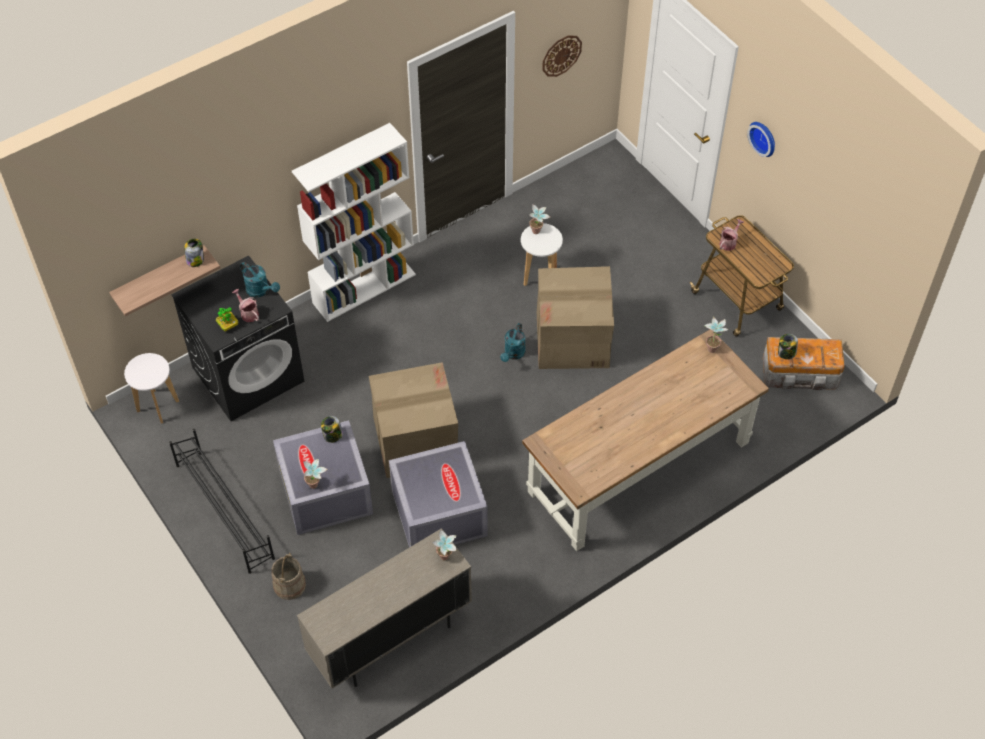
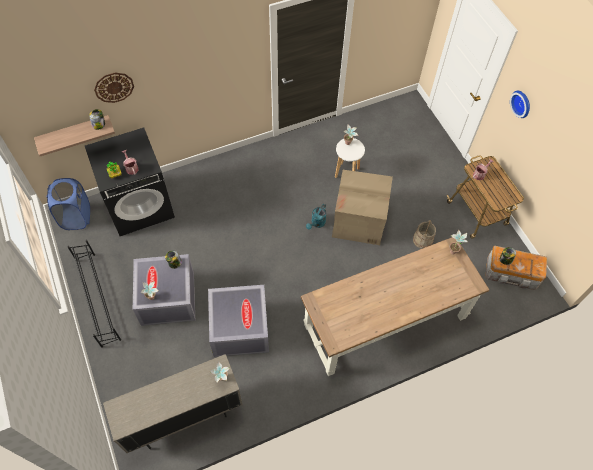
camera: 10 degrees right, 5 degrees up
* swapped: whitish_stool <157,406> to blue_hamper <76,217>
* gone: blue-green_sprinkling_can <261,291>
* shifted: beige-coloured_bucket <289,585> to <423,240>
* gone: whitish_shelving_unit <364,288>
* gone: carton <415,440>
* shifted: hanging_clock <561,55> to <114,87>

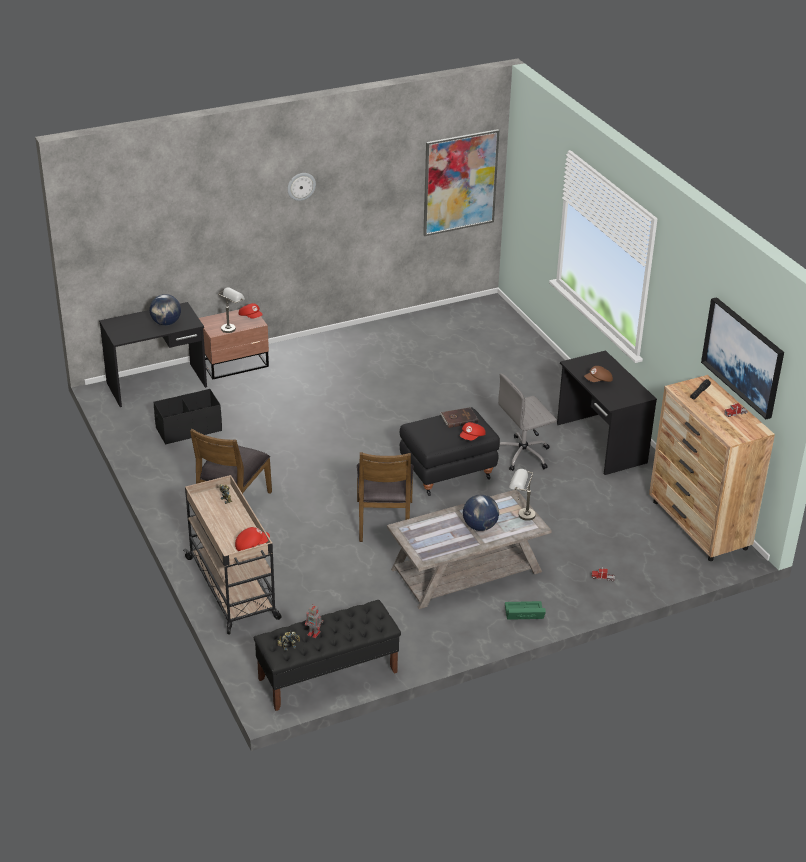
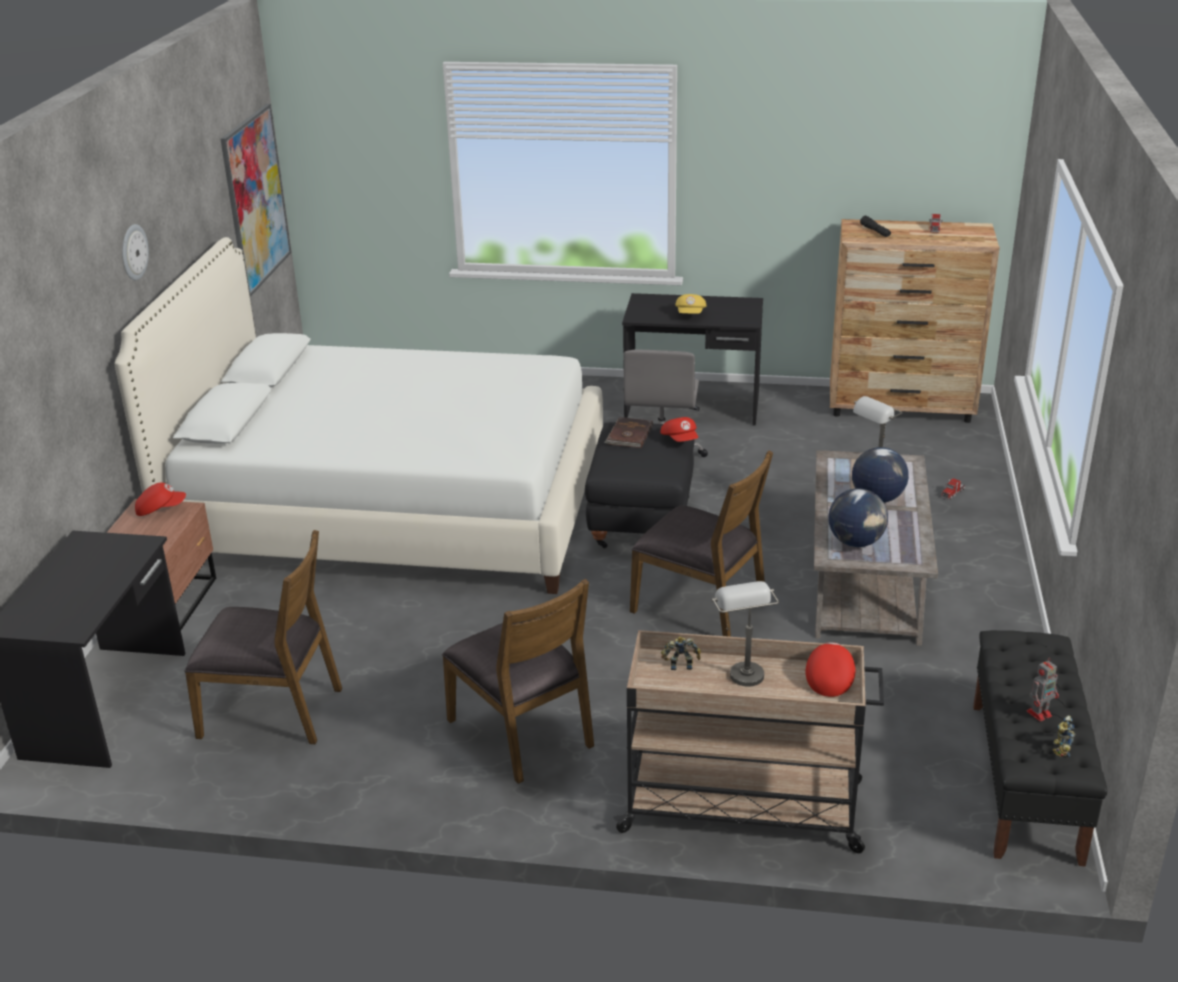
camera: 55 degrees left, 5 degrees down
* shifted: world_globe <166,323> to <856,542>
* swapped: blackish_storage_box <188,429> to brownish_chair <272,711>
* shifted: gray_table_lamp <232,327> to <741,668>
* gone: green_storage_box <523,614>
* repainted: brownish_cap <598,381> to yellow_cap <691,314>
* gone: picture <743,356>
* new: whitish_sleeping_bed <393,506>

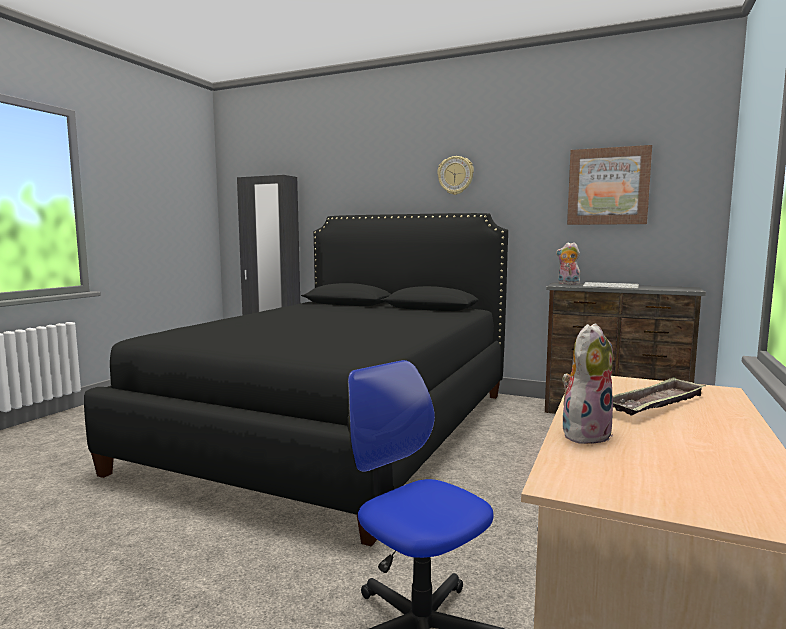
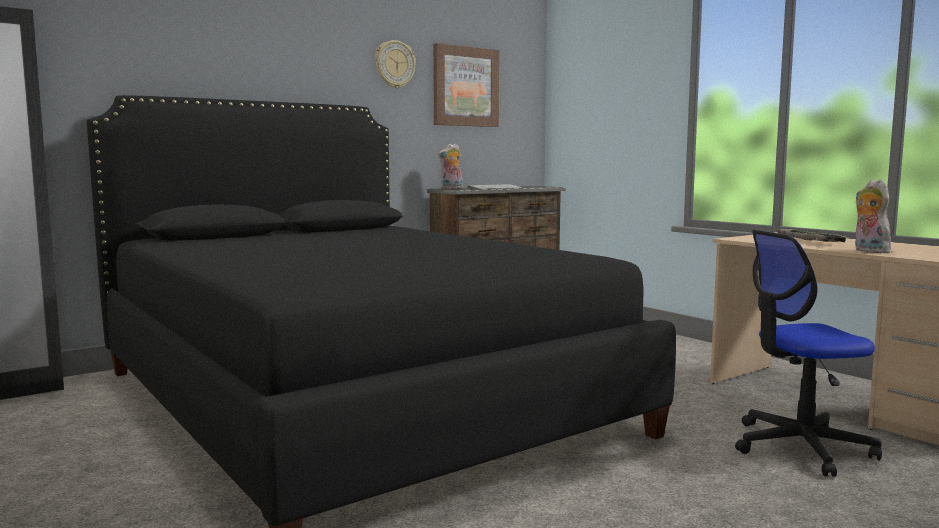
camera: 60 degrees left, 0 degrees up
* shifted: hanging_clock <455,175> to <394,64>

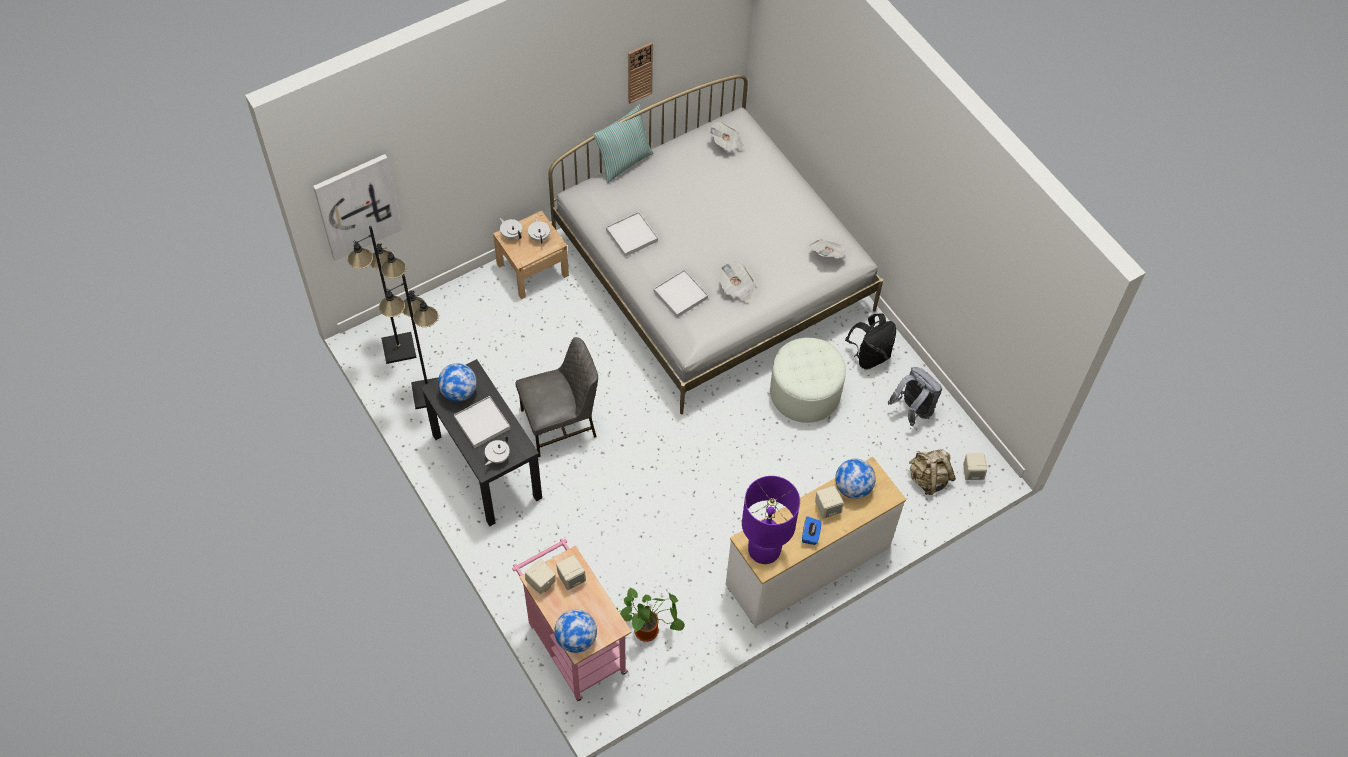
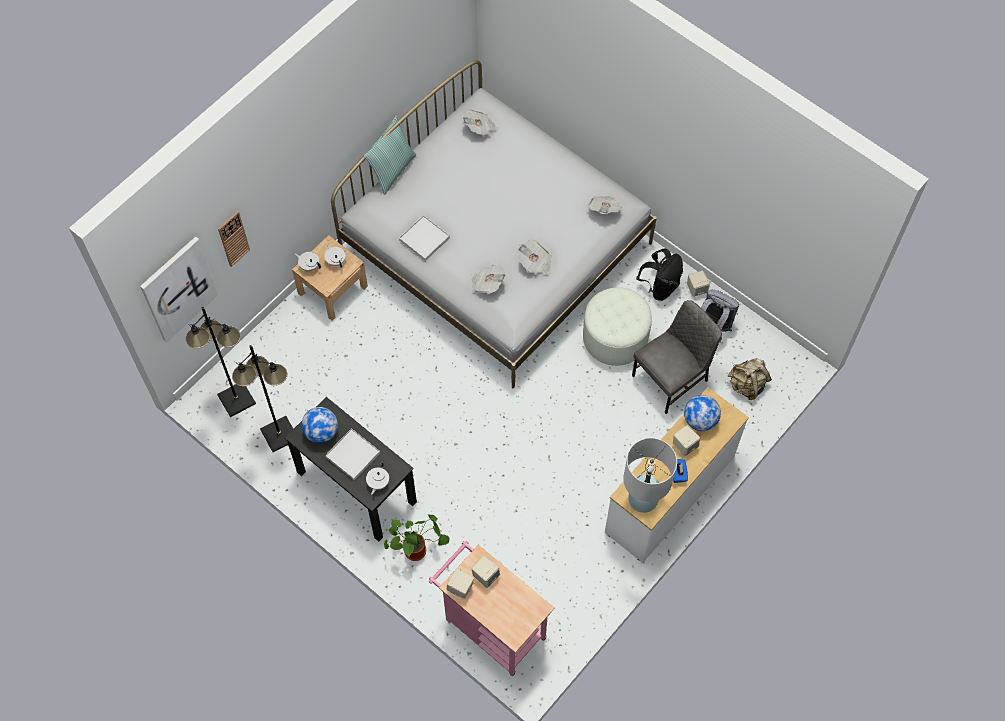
camera: 15 degrees left, 5 degrees up
* shifted: gray_chair <560,424> to <671,378>
* gone: world_globe <576,639>
* shifted: plant_in_a_pot <649,630> to <417,549>
* shifted: hanging_clock <639,72> to <233,238>
* swapped: whitish_tray <680,295> to newspaper <487,283>
* repainted: purplish_table_lamp <764,549> to whitish_table_lamp <643,499>
* shifted: beige-coloured_loudspeaker <972,473> to <696,289>

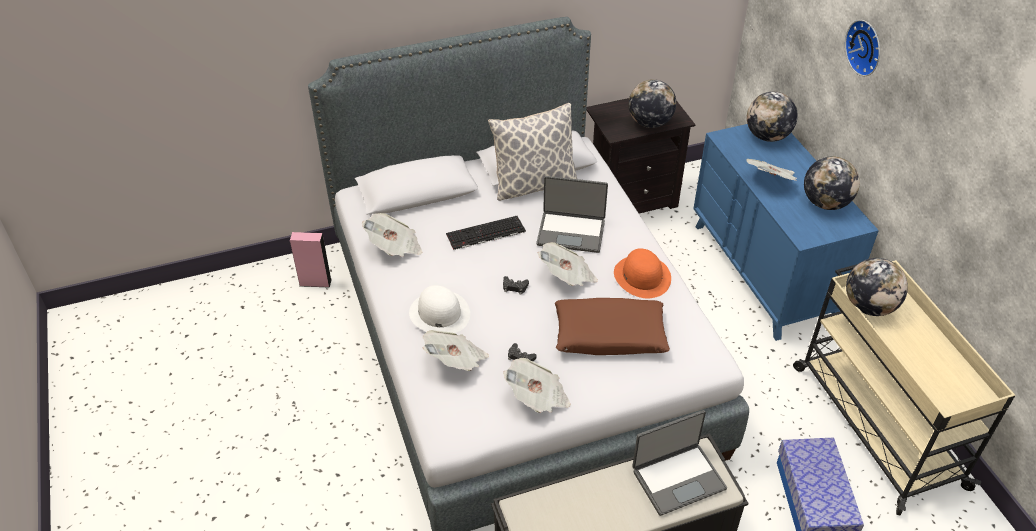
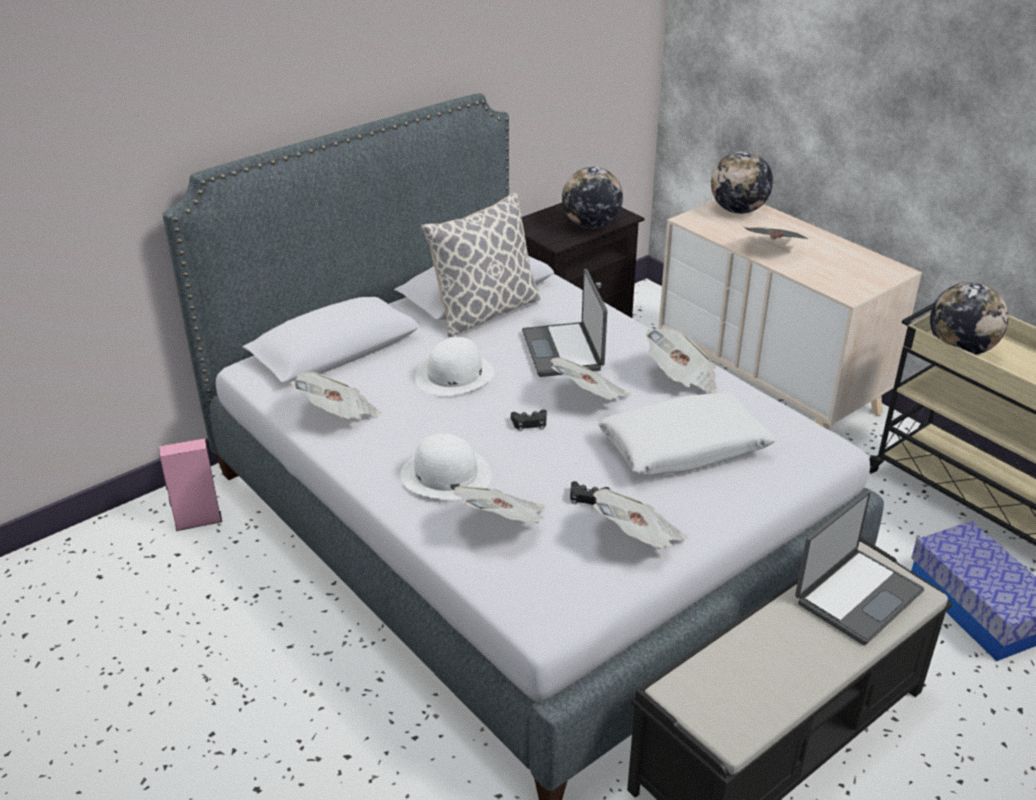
camera: 20 degrees left, 10 degrees down
* swapped: PC_keyboard <485,234> to whitish_wearable_hat <454,375>
* rotated: portable_computer <571,232> = <564,351> 90 degrees clockwise
* repainted: brownish_throw_pillow <609,335> to whitish_throw_pillow <684,448>
* swapped: orangey_wearable_hat <642,276> to newspaper <682,378>
* repainted: blue_dresser <764,272> to beige-coloured_dresser <769,382>
* gone: world_globe <825,203>
* gone: hanging_clock <866,47>

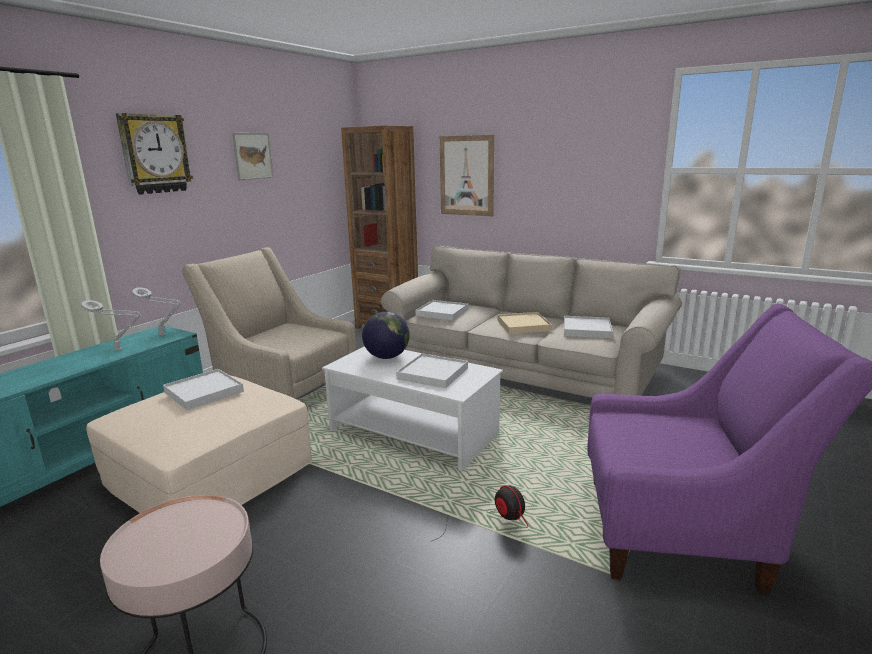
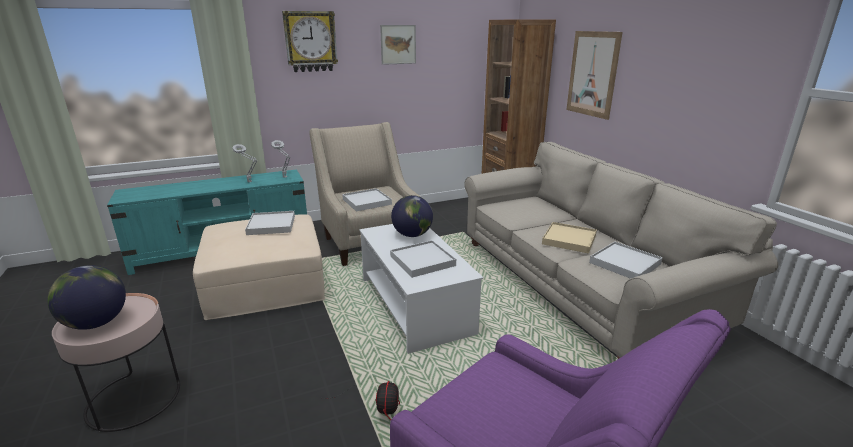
camera: 35 degrees right, 5 degrees up
* shifted: whitish_tray <442,312> to <366,202>
* new: world_globe <96,323>

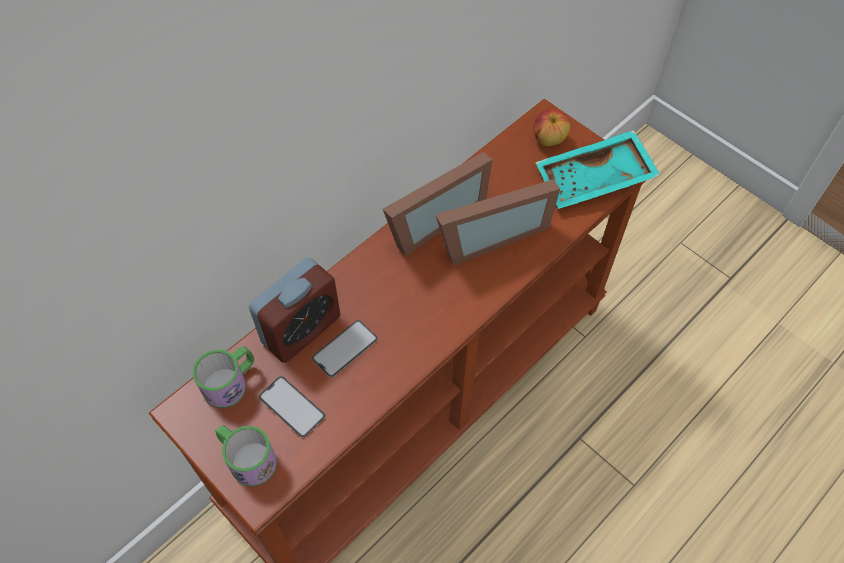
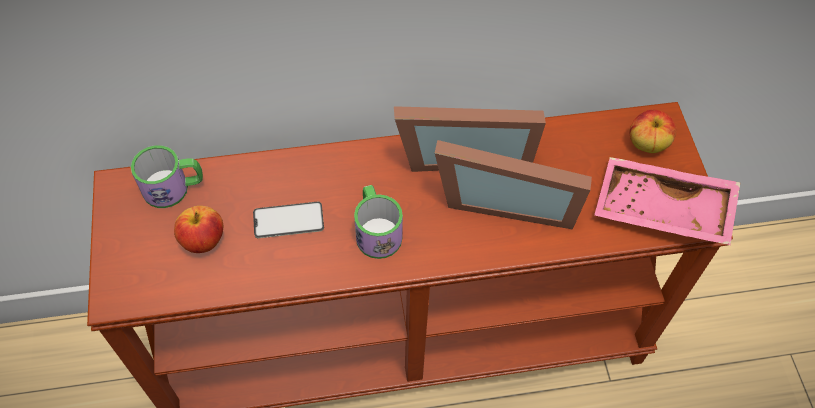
camera: 35 degrees right, 0 degrees up
* shifted: tea_mug <247,458> to <376,230>
* gone: alarm_clock <301,329>
* swapped: phone <292,406> to apple <203,240>
* repainted: blue-green_tray <595,181> to pinkish_tray <661,212>

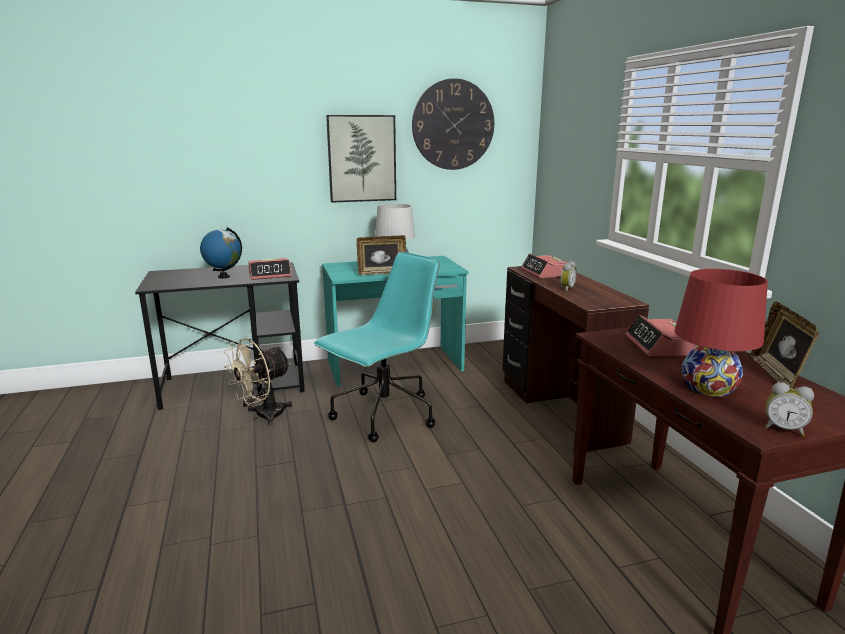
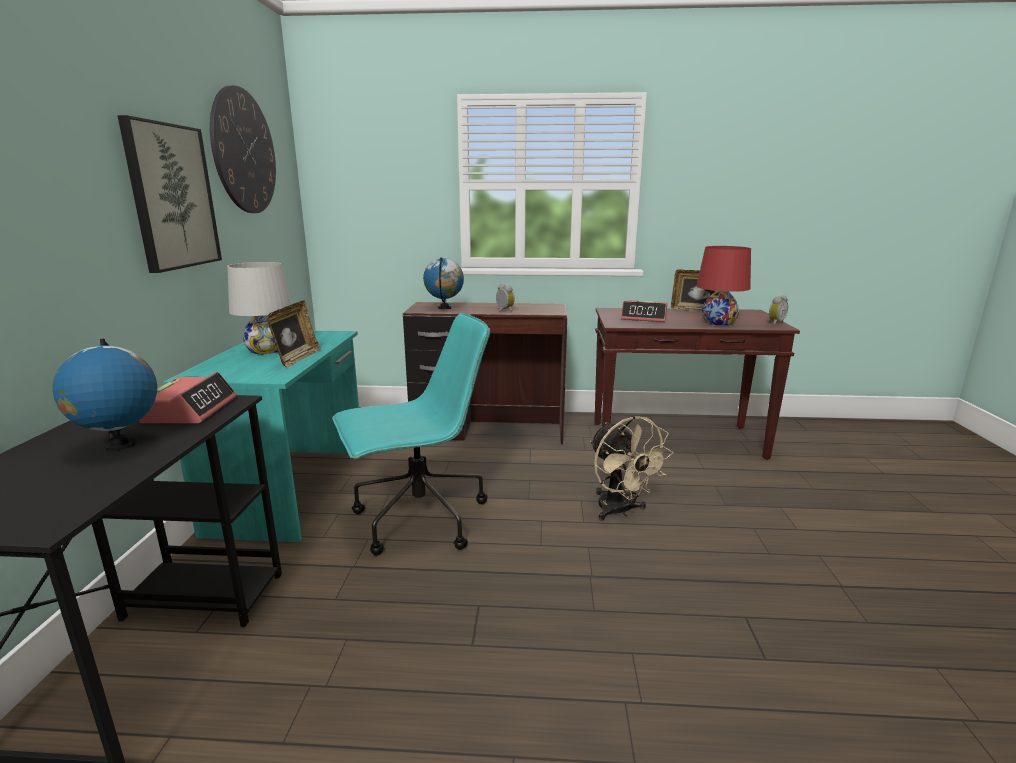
camera: 70 degrees left, 0 degrees up
* shifted: beige-coloured_electric_fan <263,416> to <620,511>
* rotated: blue-green_computer_chair <383,415> = <418,519> 90 degrees clockwise
* swapped: alarm_clock <544,273> to world_globe <444,308>

